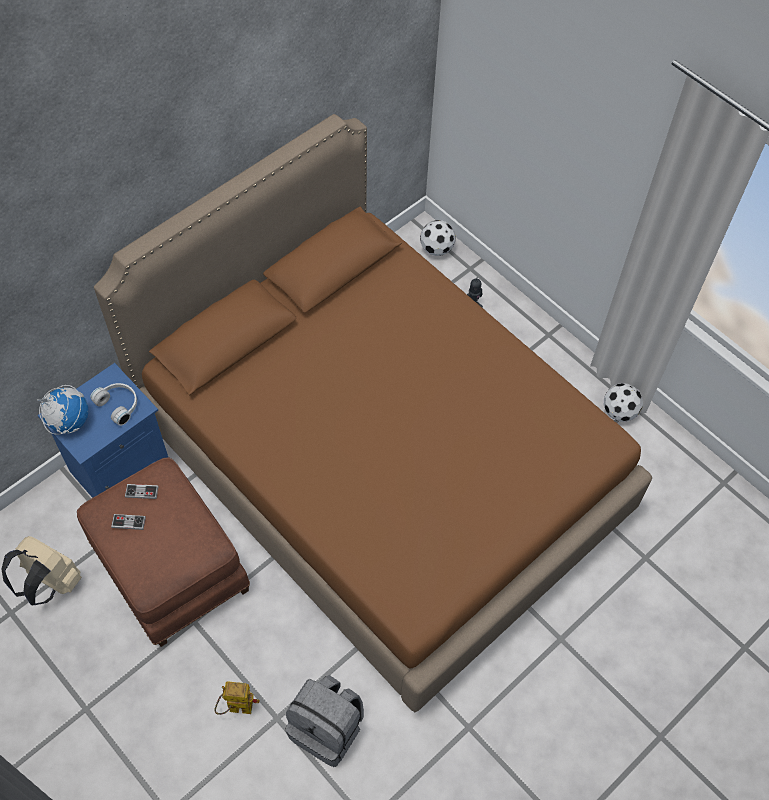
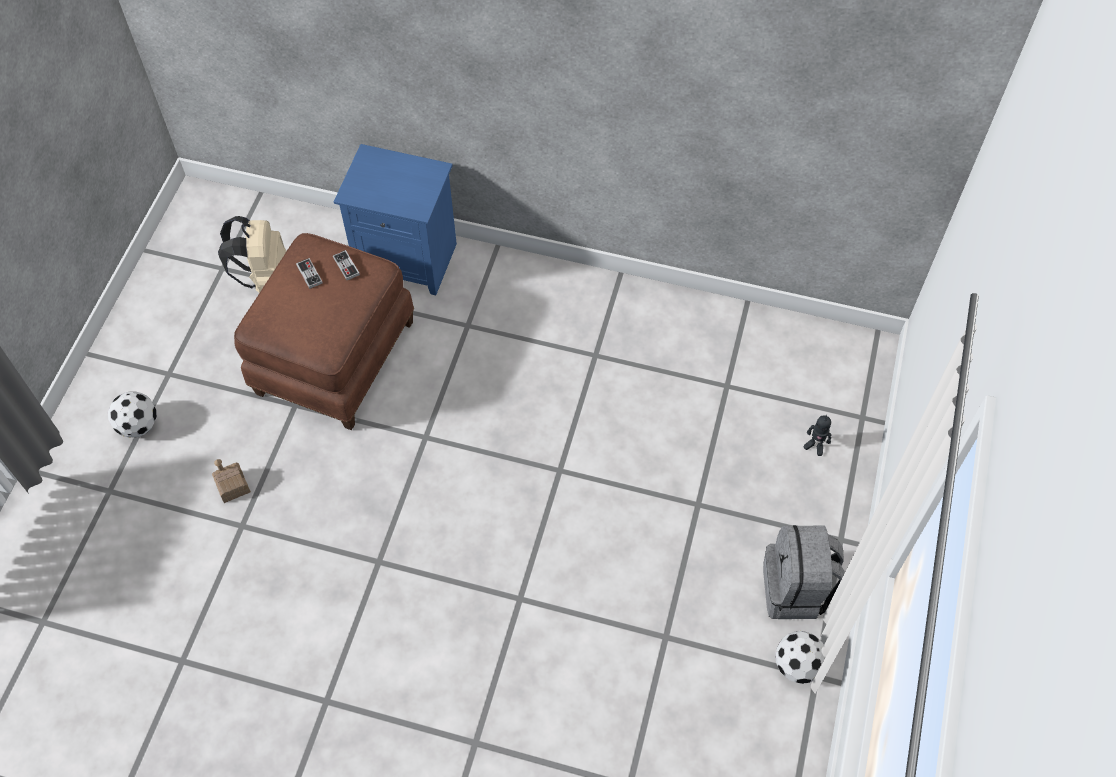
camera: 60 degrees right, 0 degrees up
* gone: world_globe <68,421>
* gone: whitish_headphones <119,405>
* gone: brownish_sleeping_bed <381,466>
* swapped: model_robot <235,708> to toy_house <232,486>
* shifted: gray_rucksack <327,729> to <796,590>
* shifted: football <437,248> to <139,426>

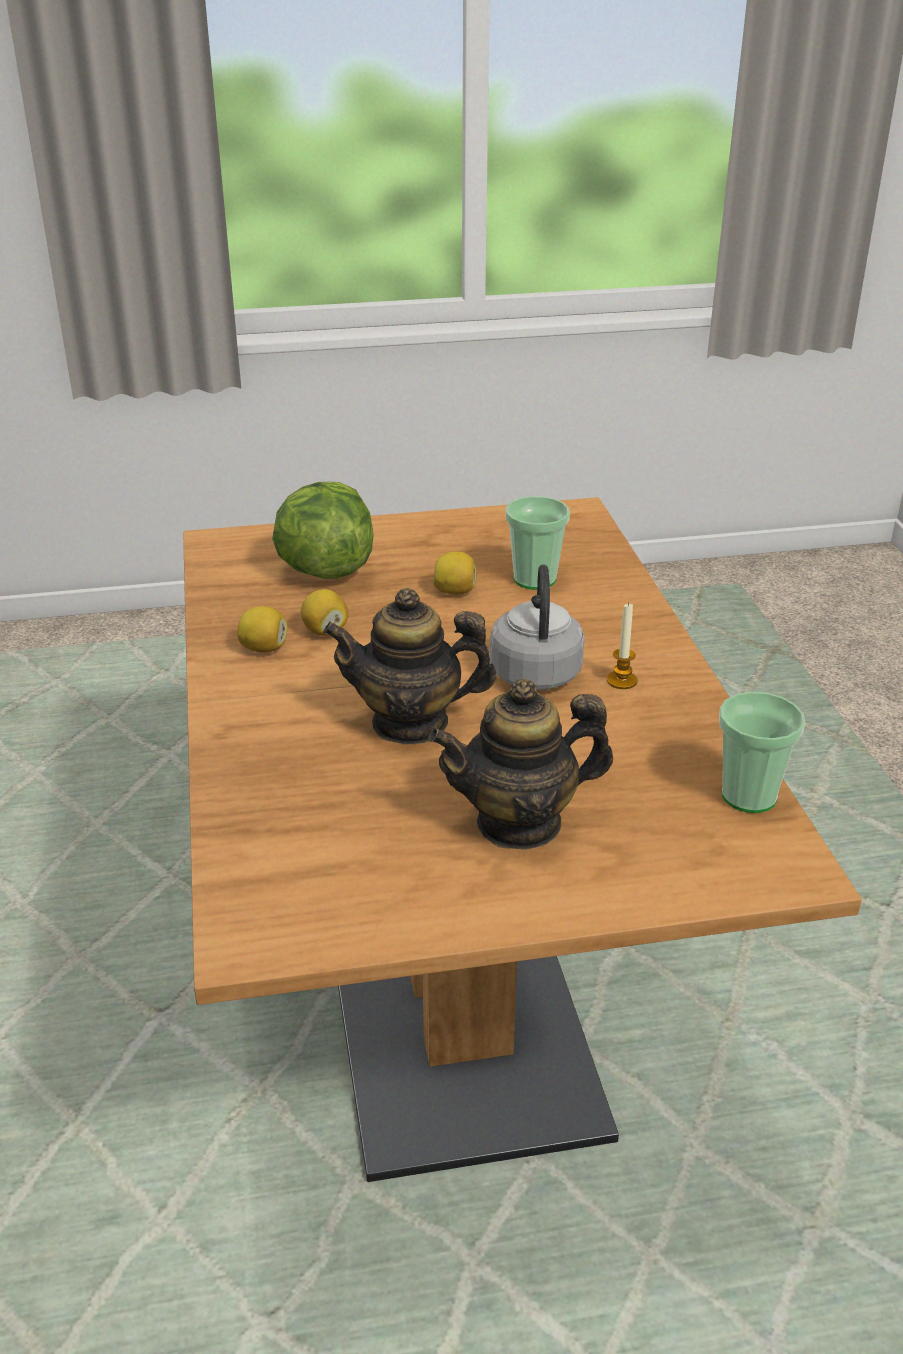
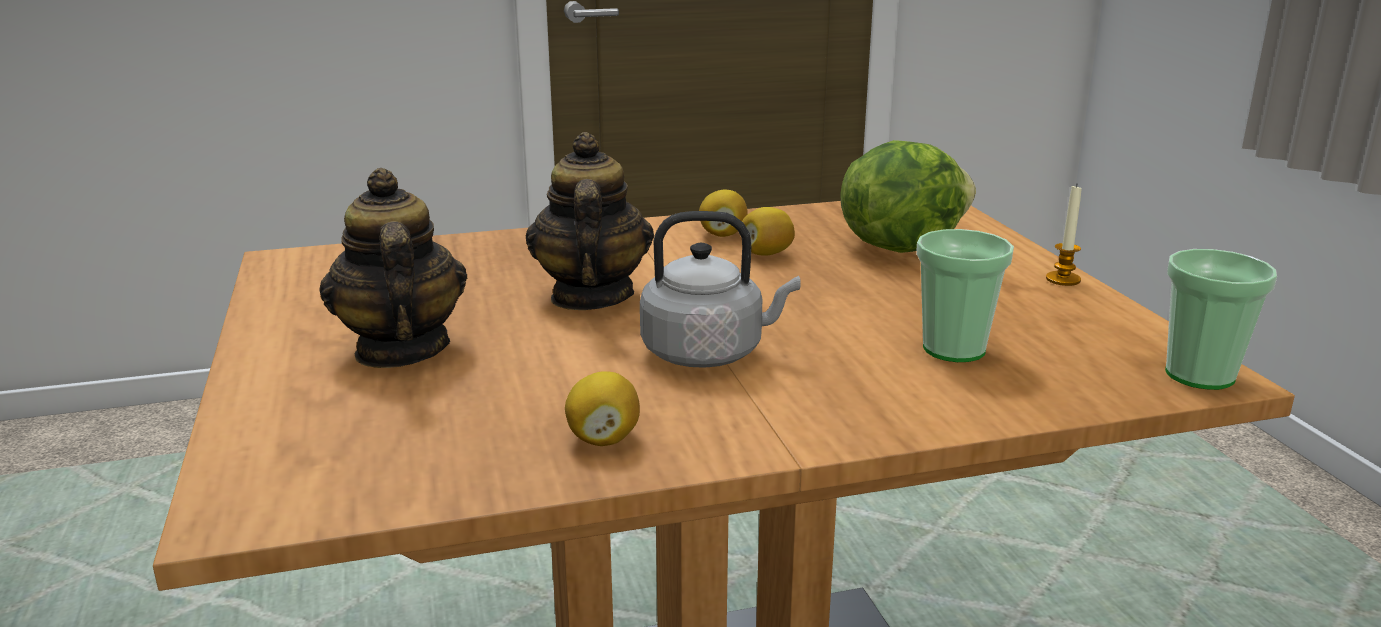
camera: 85 degrees right, 10 degrees down
* shifted: whole_lemon <455,591> to <603,438>
* shifted: candle <621,681> to <1063,279>
* shifted: drinking_cup <749,796> to <1199,375>

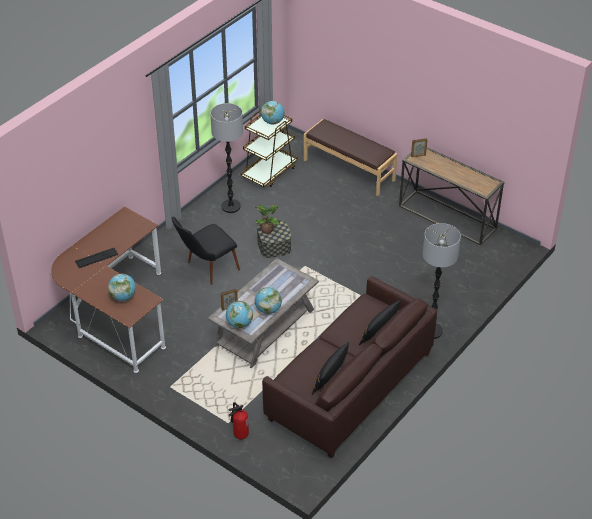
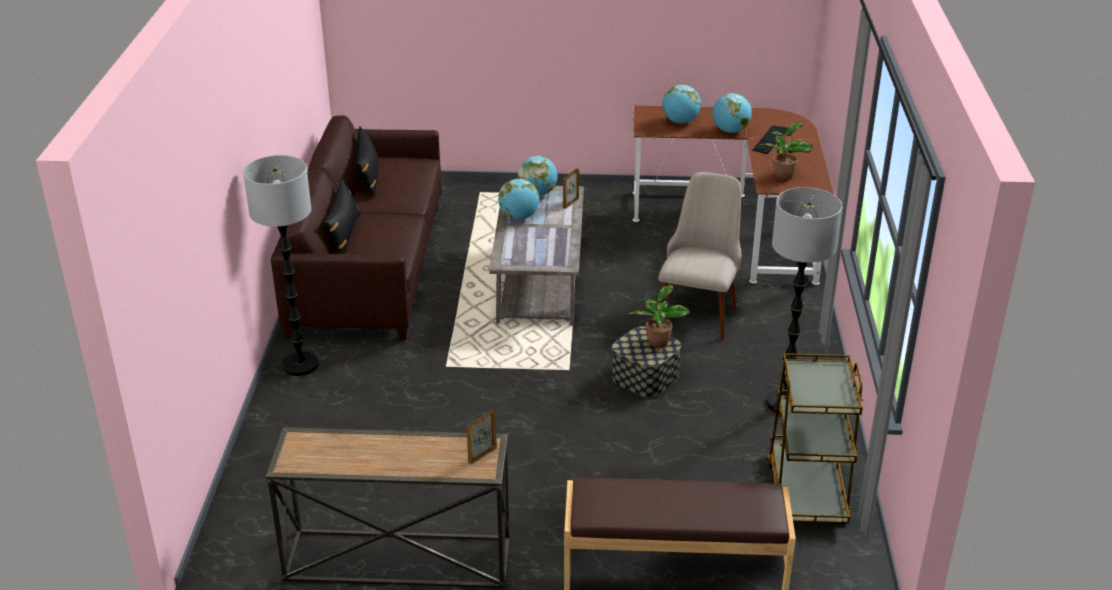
camera: 145 degrees right, 10 degrees down
* repainted: blackish_chair <206,269> to beige-coloured_chair <698,309>
* gone: fire_extinguisher <239,434>
* shifted: world_globe <273,122> to <730,131>
* new: plant_in_a_pot <782,176>

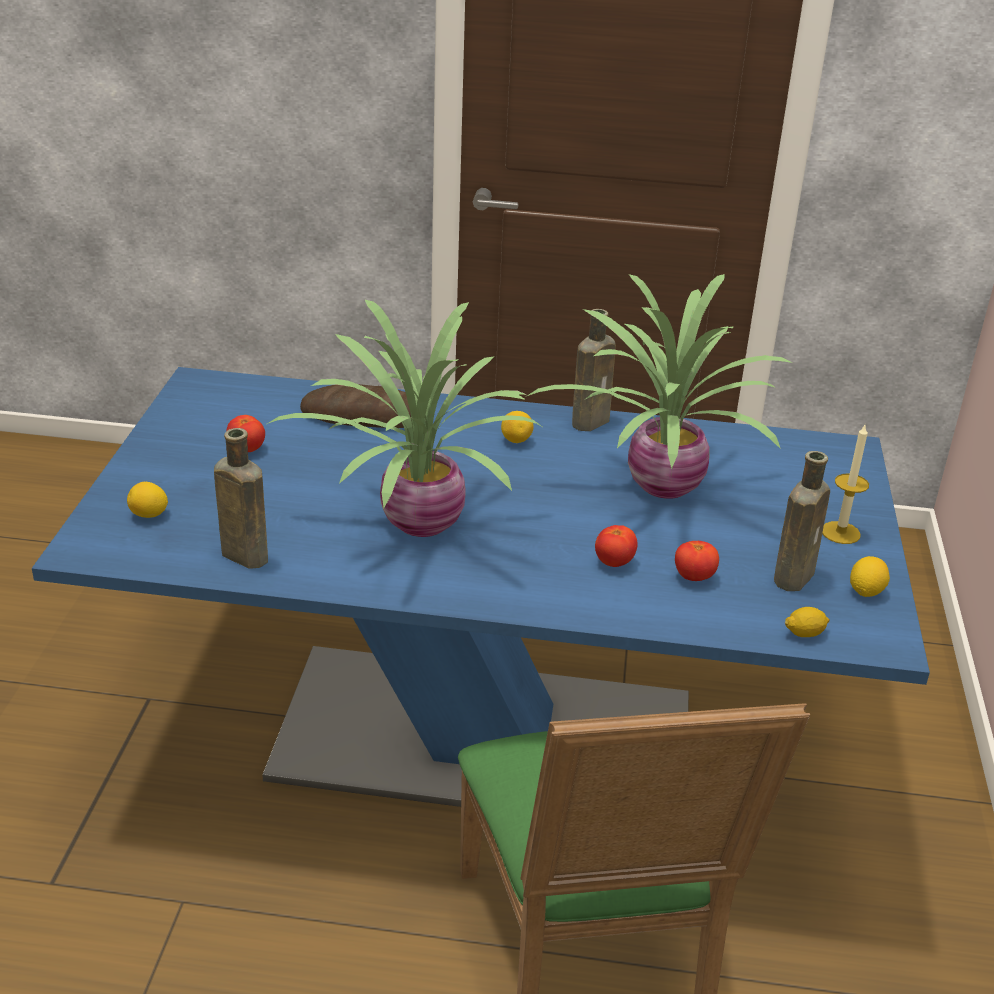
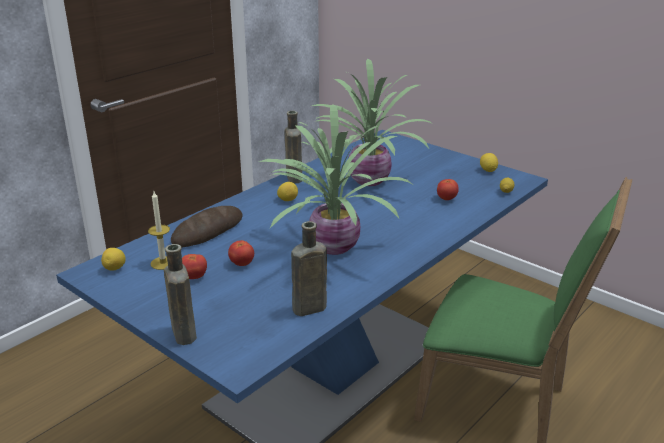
camera: 55 degrees left, 5 degrees down
* shifted: whole_lemon <149,515> to <115,268>
* shifted: tomato <614,562> to <242,263>
* shifted: brownish_beverage_bottle <794,575> to <183,332>
* shifted: candle <840,532> to <163,263>

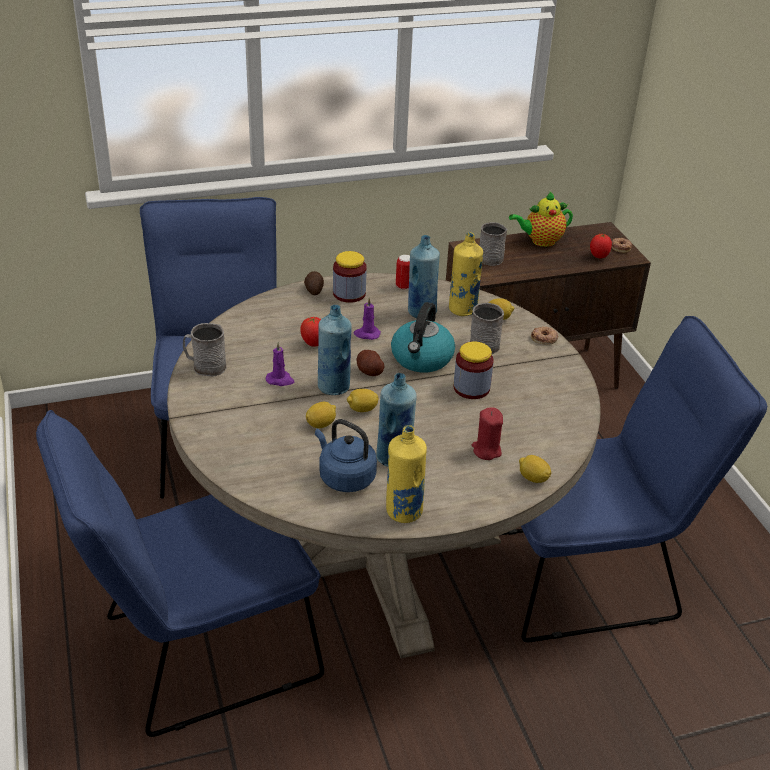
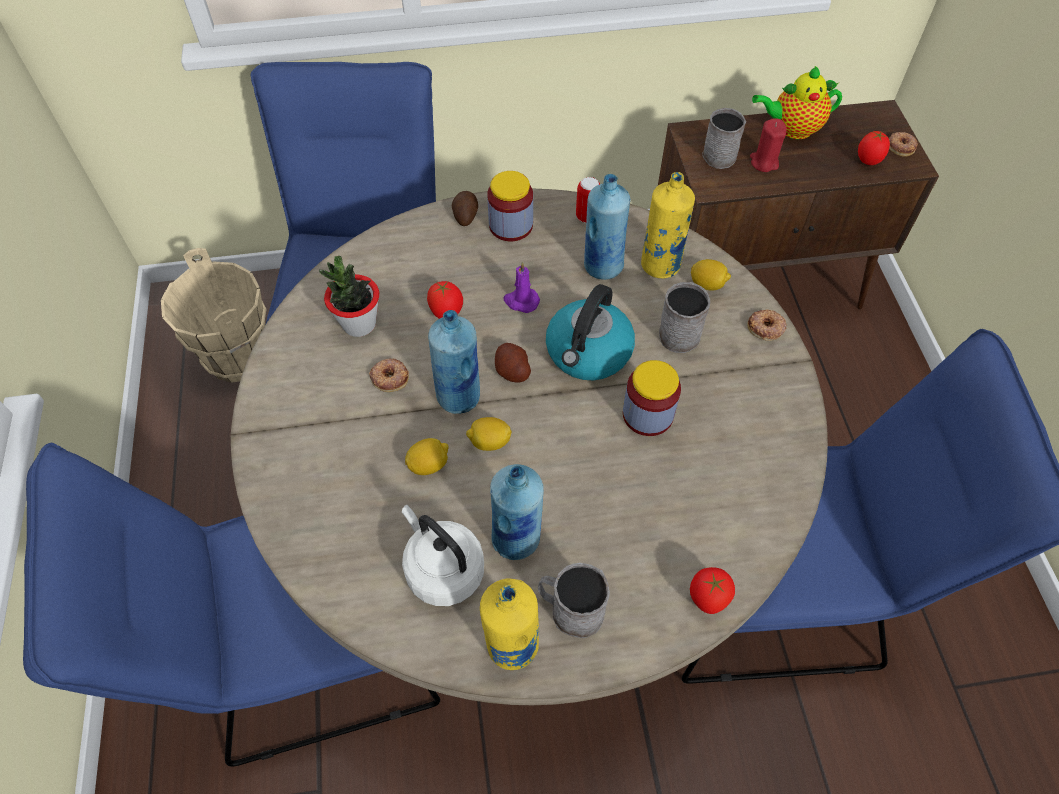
camera: 10 degrees right, 20 degrees up
* shifted: gray_tea_mug <205,366> to <570,610>
* swapped: purplish_candle <280,380> to doughnut <390,377>
* repainted: blue_kettle <344,477> to whitish_kettle <442,569>
* shifted: red_candle <486,450> to <764,162>
* swapped: whole_lemon <533,478> to tomato <706,599>
* new: beige-coloured_bucket <238,358>
* new: plant_in_a_pot <359,324>

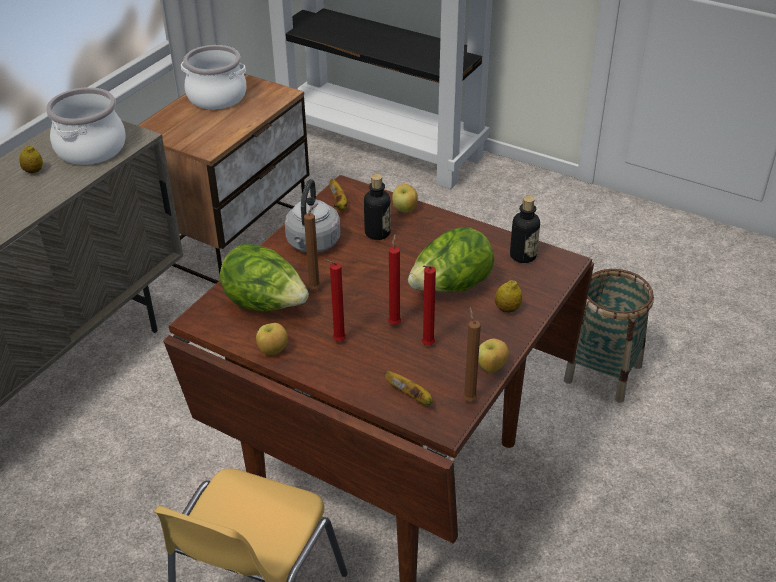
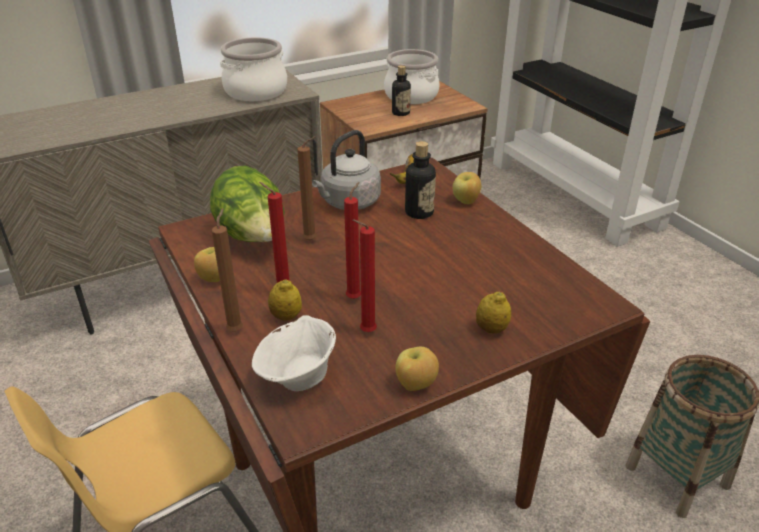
camera: 30 degrees right, 5 degrees down
* shifted: whole_lemon <33,171> to <286,316>
* swapped: banana_fruit <411,397> to whitish_bowl <297,378>
* gone: lettuce <450,288>
* shifted: brownish_candle <469,398> to <236,329>
* shifted: beverage_bottle <523,256> to <400,113>

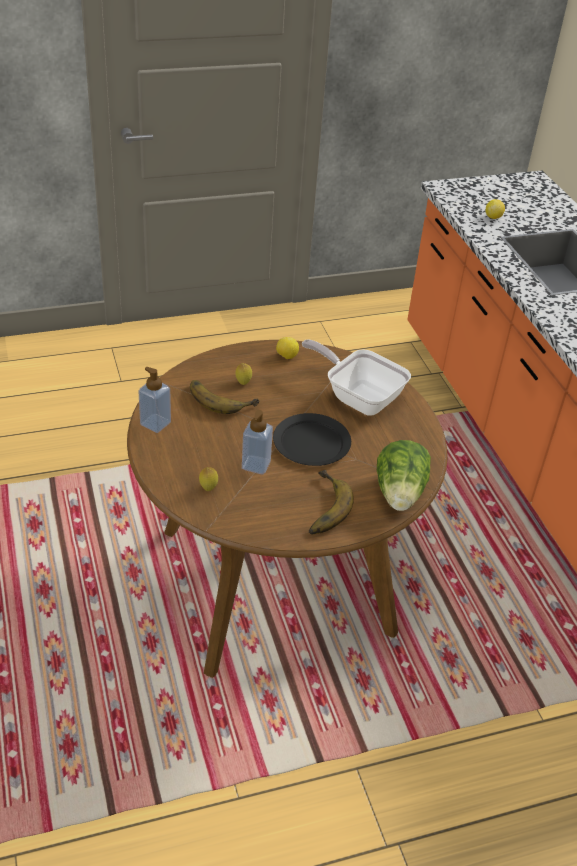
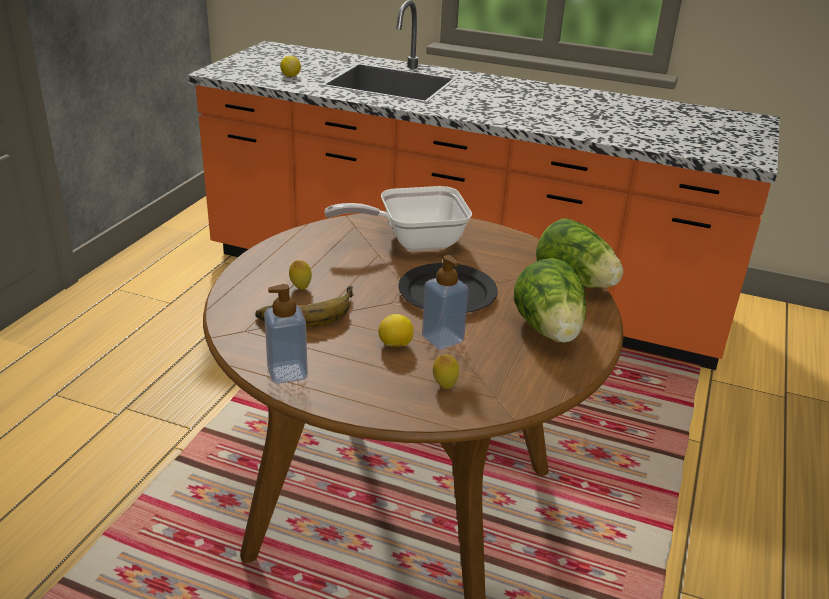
camera: 50 degrees left, 10 degrees down
* shifted: whole_lemon <286,356> to <395,345>
* swapped: banana_fruit <320,507> to lettuce <549,331>

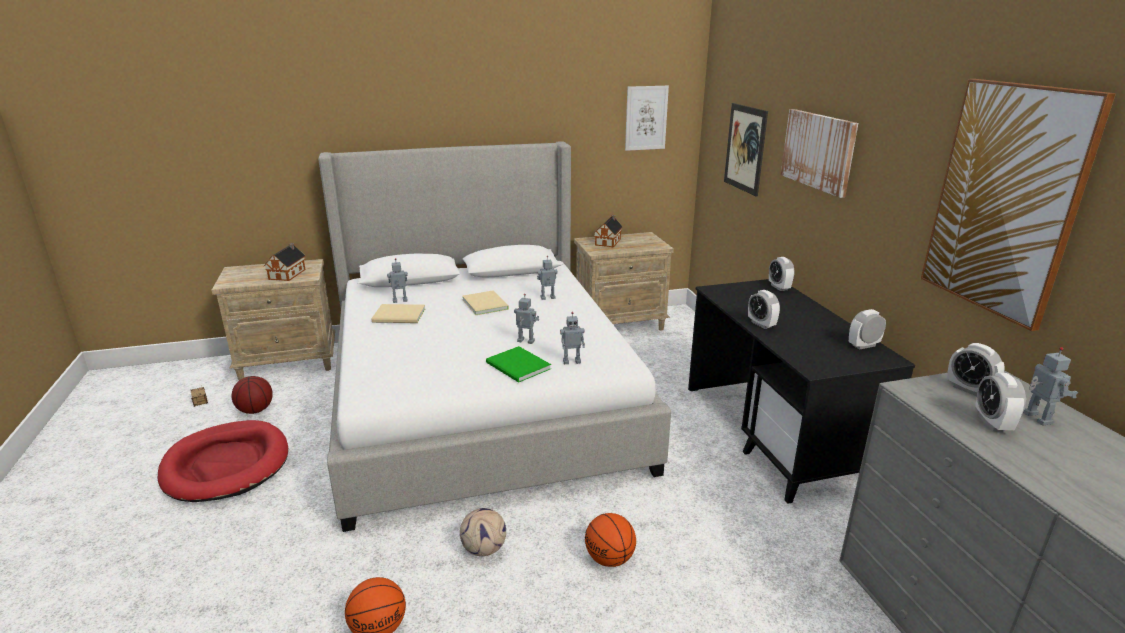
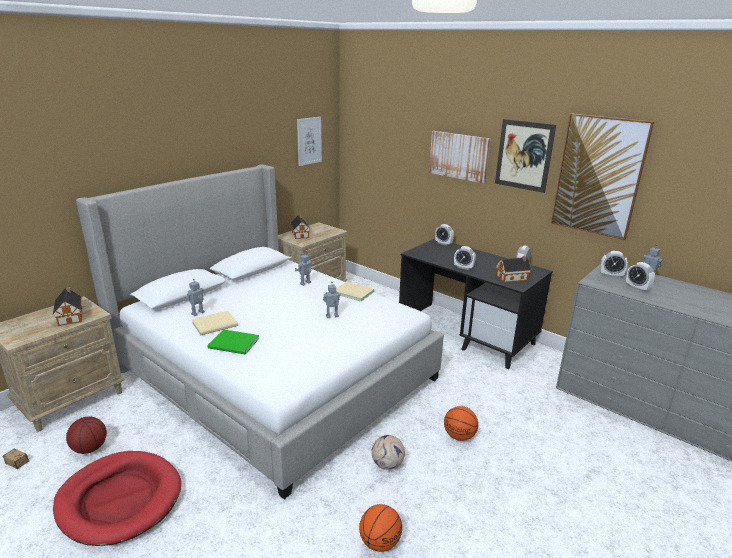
camera: 35 degrees left, 0 degrees up
* shifted: beige-coloured_bound_book <486,303> to <353,292>
* shifted: green_bound_book <518,367> to <234,344>
* gone: model_robot <571,361>
* shifted: picture <745,148> to <524,155>
* new: toy_house <513,277>

